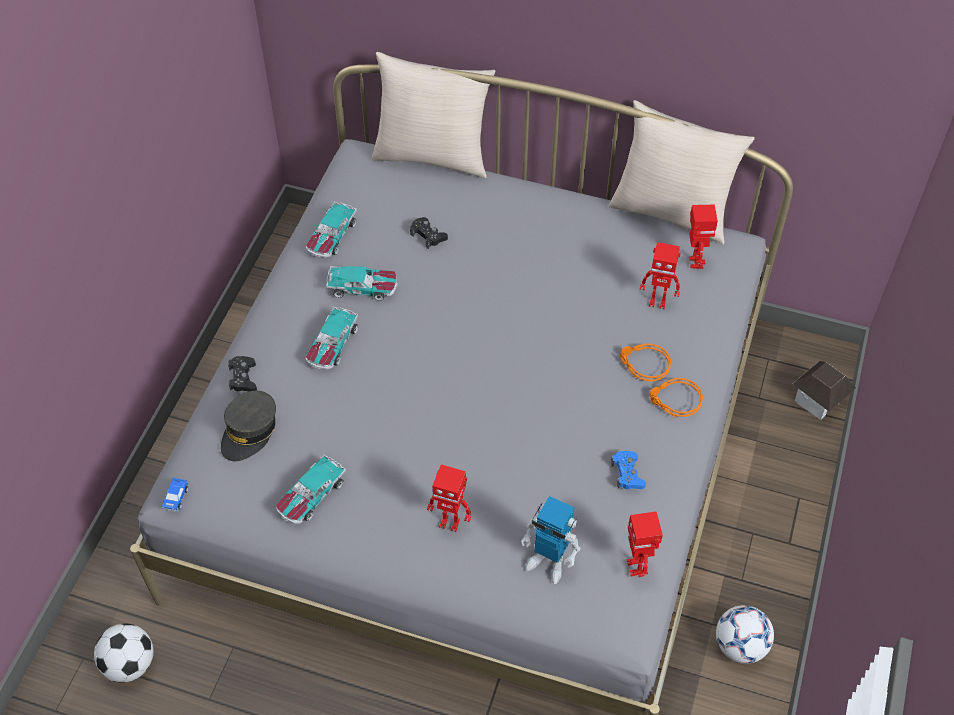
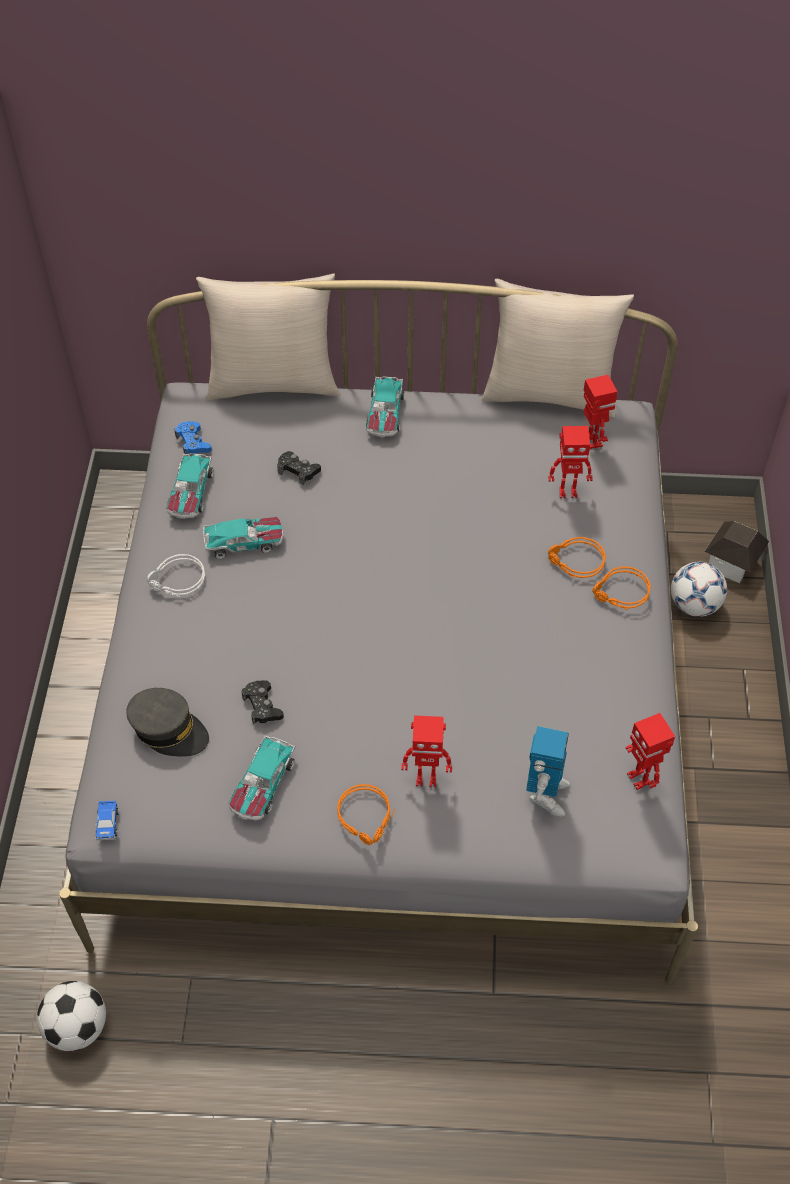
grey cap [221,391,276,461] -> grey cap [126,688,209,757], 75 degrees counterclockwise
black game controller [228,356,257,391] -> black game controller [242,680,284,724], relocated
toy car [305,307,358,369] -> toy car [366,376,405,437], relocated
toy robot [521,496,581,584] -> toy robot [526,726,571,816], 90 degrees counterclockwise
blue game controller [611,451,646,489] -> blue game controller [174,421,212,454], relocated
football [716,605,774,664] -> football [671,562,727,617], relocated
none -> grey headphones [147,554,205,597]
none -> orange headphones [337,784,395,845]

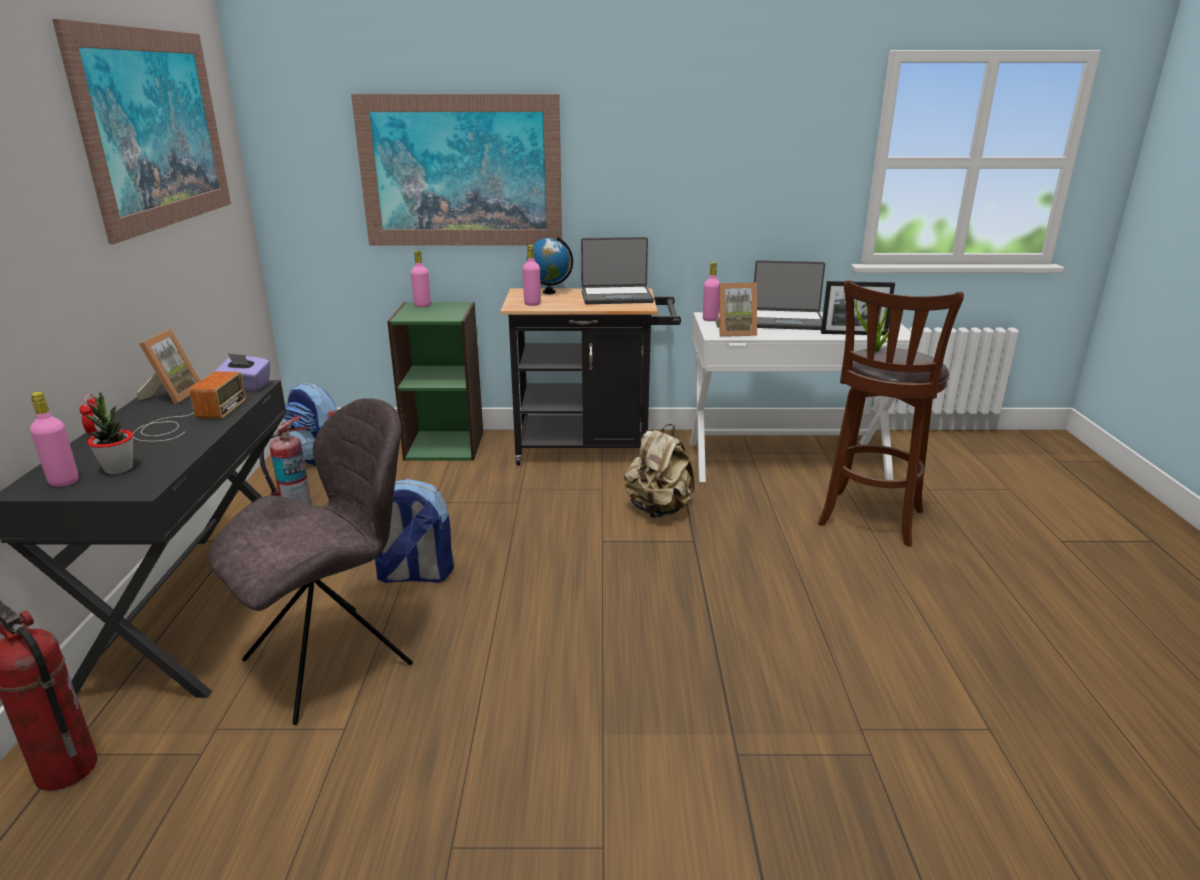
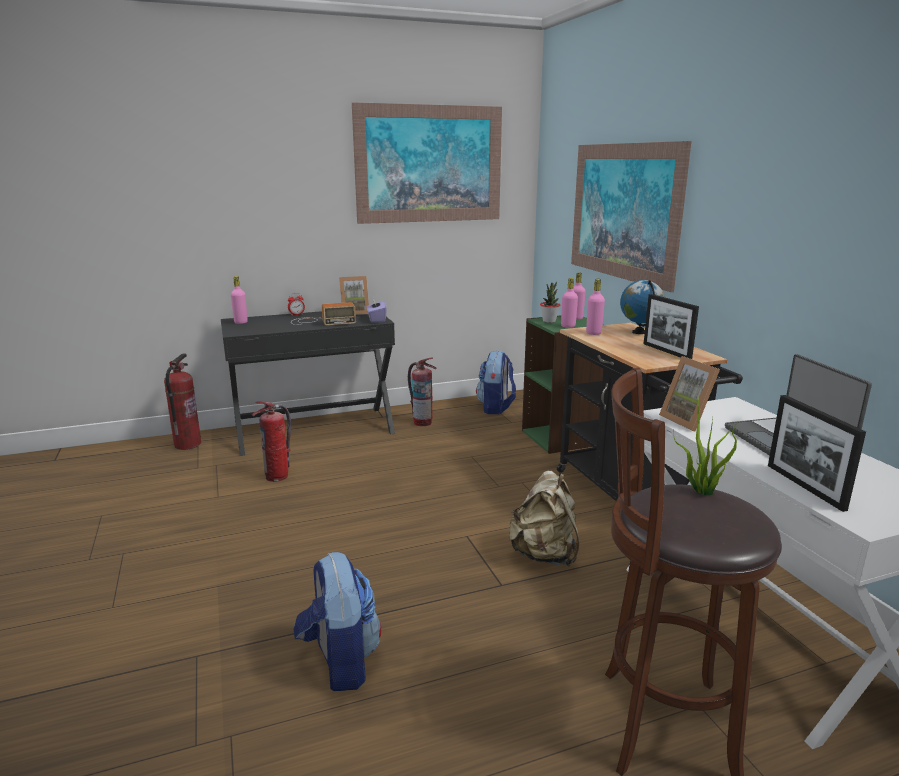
potted plant [86,392,133,474] -> potted plant [540,281,560,323], relocated
grey chair [208,398,413,725] -> fire extinguisher [252,401,291,482]
backpack [375,479,454,583] -> backpack [293,552,381,691], relocated
laptop [581,237,654,304] -> picture frame [644,294,699,359]
pink bottle [703,262,720,321] -> pink bottle [561,278,578,328], relocated

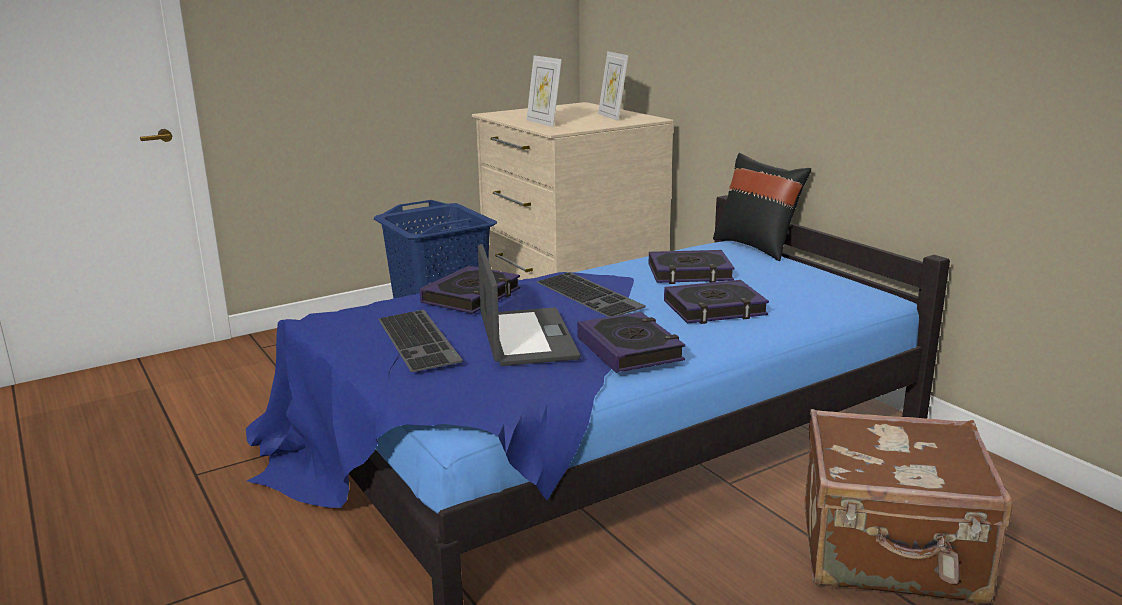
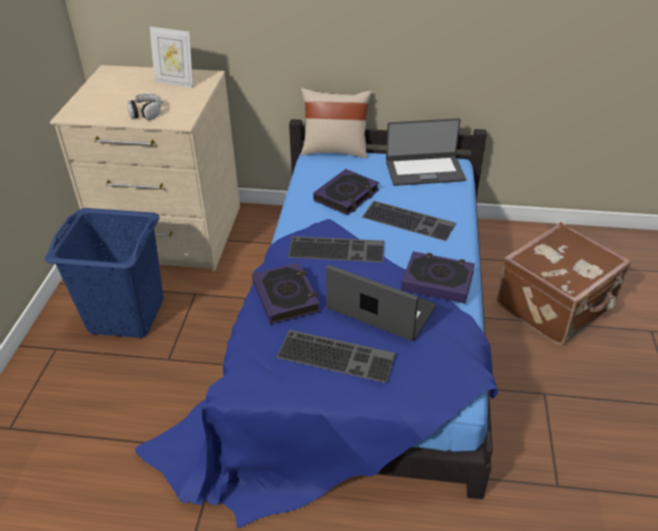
picture frame [526,55,562,127] -> headphones [127,93,163,120]
book [664,280,769,324] -> keyboard [362,201,456,241]
black pillow [713,153,811,261] -> beige pillow [301,88,372,159]
none -> laptop [386,118,466,186]

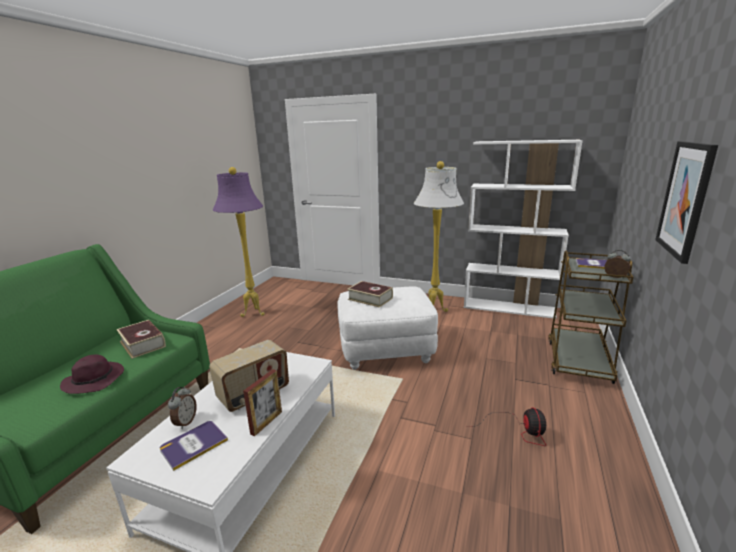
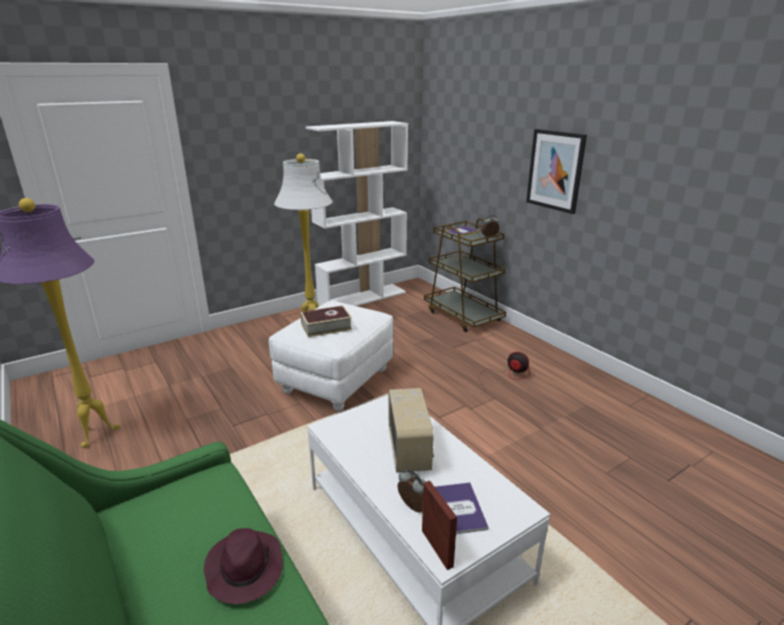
book [116,320,166,359] -> none
picture frame [243,369,282,436] -> picture frame [422,480,457,570], relocated

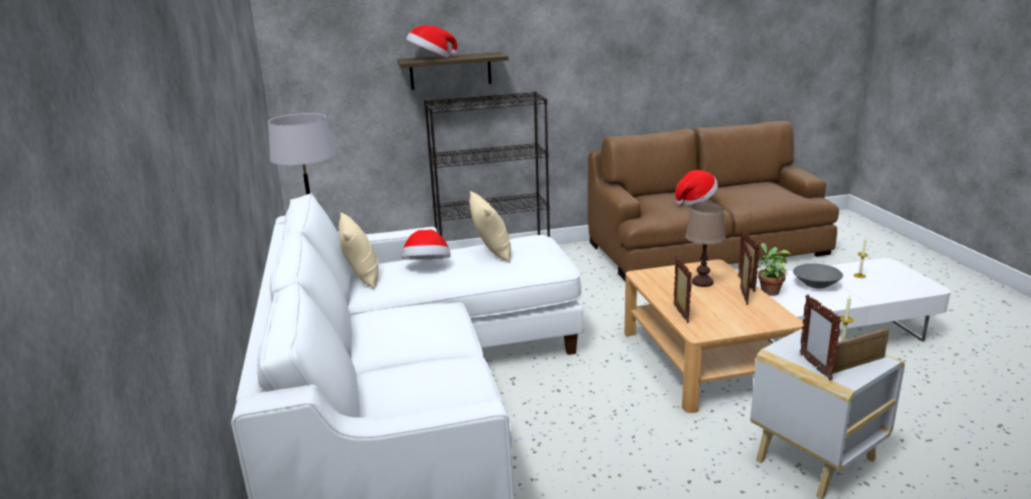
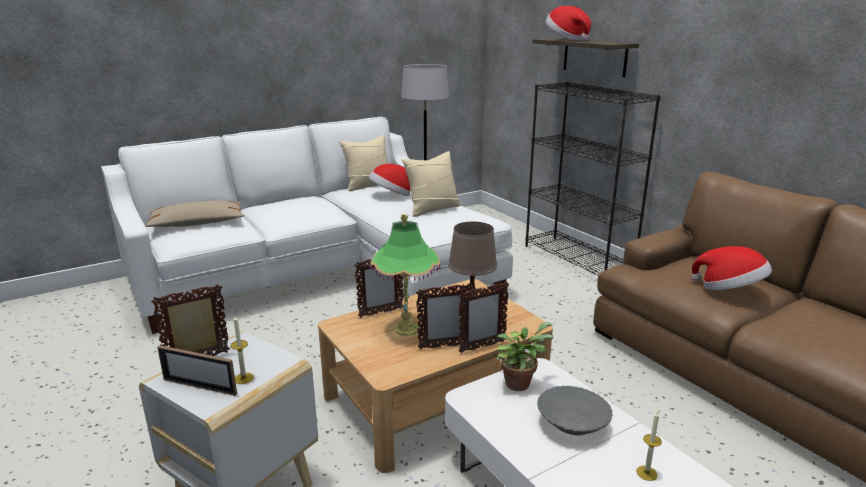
picture frame [831,328,889,374] -> picture frame [157,345,237,396], 150 degrees clockwise
none -> beige pillow [145,201,244,227]
none -> table lamp [370,214,440,336]

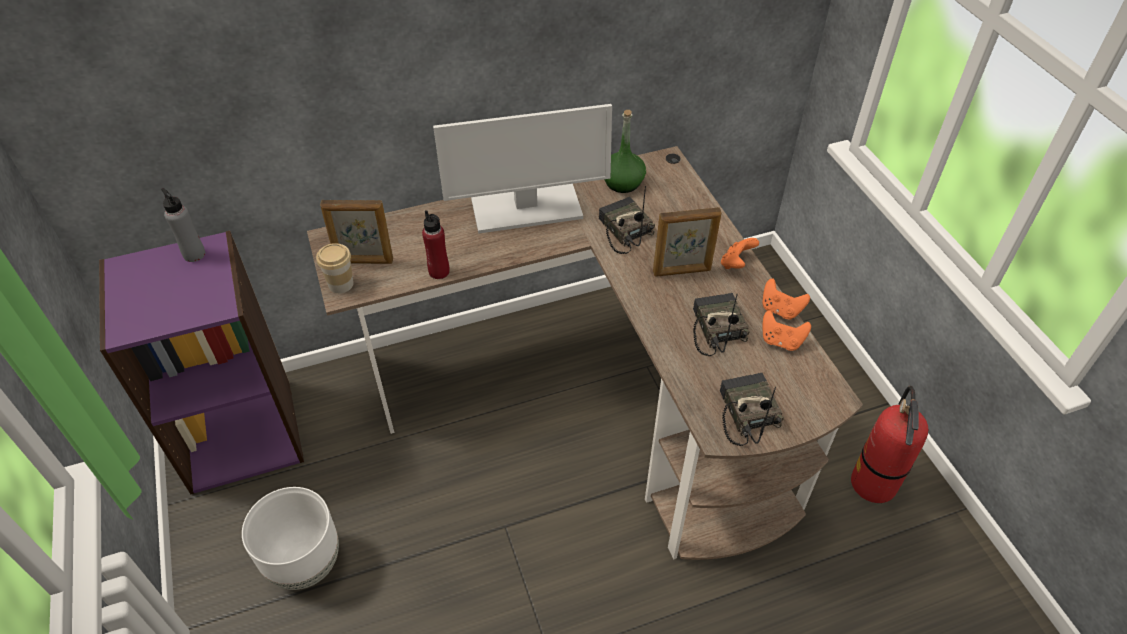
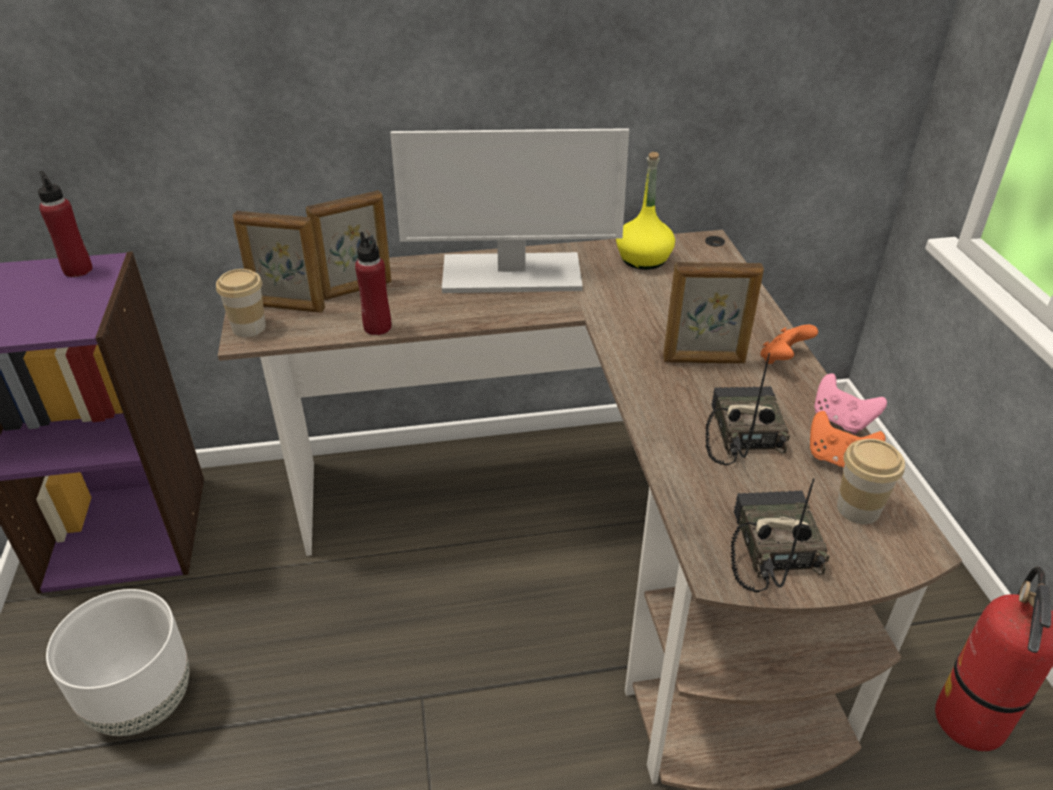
grey bottle [161,188,205,262] -> red bottle [38,171,93,277]
radio [599,186,655,254] -> none
green bottle [604,110,646,193] -> yellow bottle [616,152,675,270]
orange game controller [762,279,810,320] -> pink game controller [814,373,887,434]
none -> picture frame [306,191,392,300]
none -> cup [837,439,905,524]

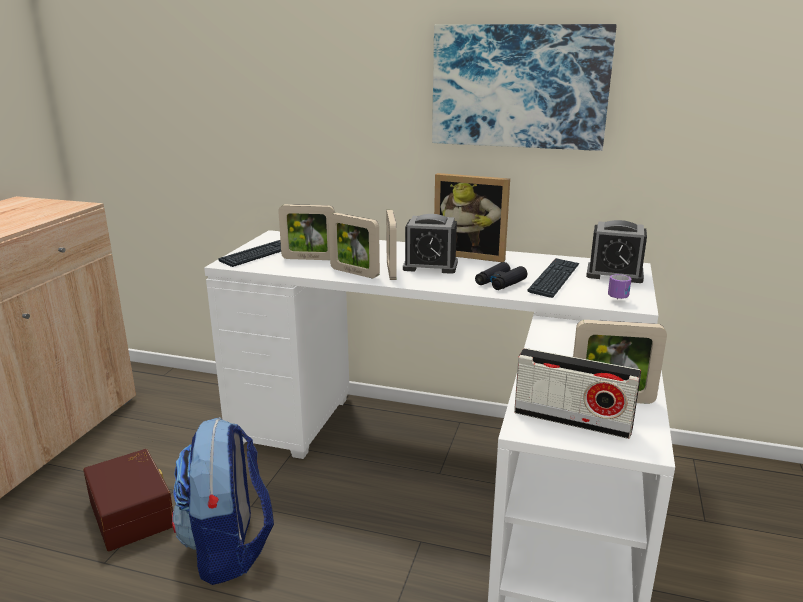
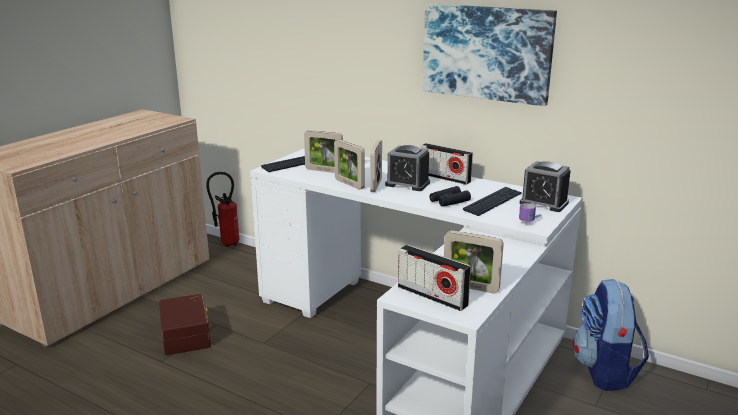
backpack [172,417,274,585] -> backpack [573,279,649,391], relocated
picture frame [434,173,510,262] -> radio [421,143,473,185]
none -> fire extinguisher [206,172,239,247]

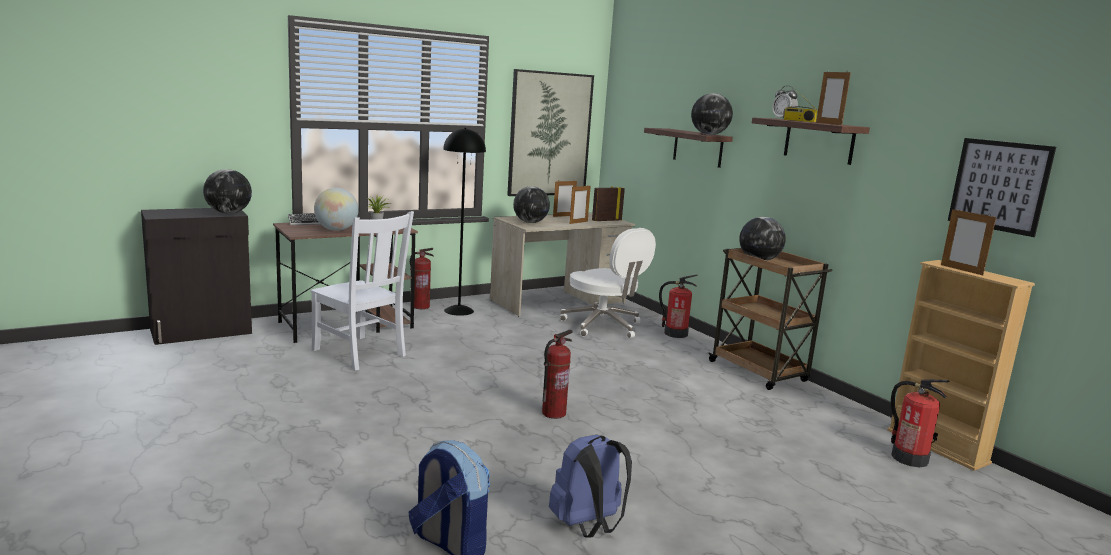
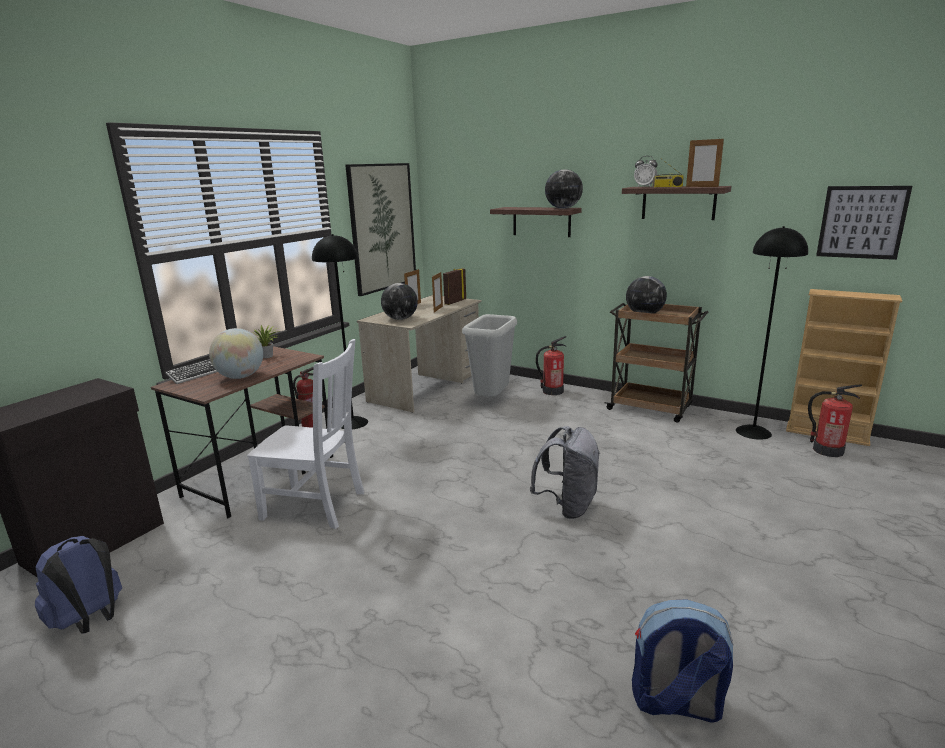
globe [203,169,252,214] -> none
fire extinguisher [542,330,573,419] -> grey backpack [530,426,600,519]
blue backpack [549,435,632,537] -> blue backpack [35,536,122,634], relocated
white office chair [560,228,656,338] -> grey trash can [462,314,517,397]
picture frame [941,208,996,275] -> none
none -> black floor lamp [736,226,808,440]

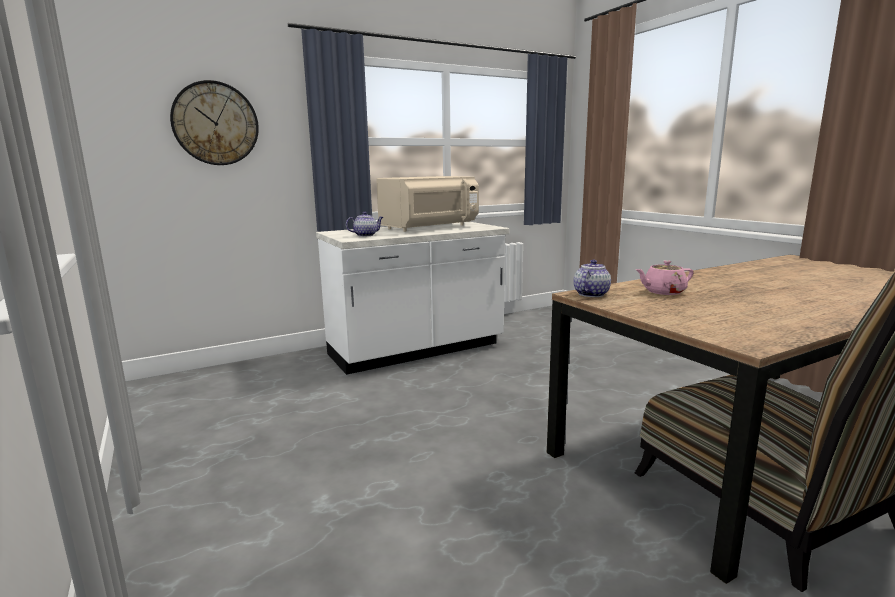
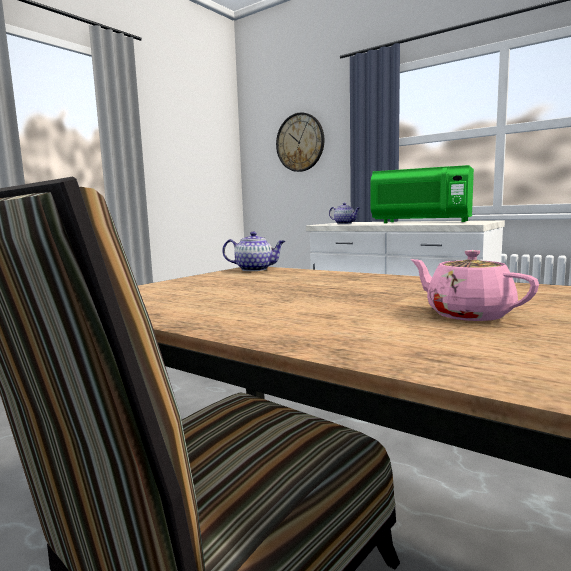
beige microwave [376,176,479,232] -> green microwave [371,165,474,223]
pink teapot [635,260,693,295] -> pink teapot [411,250,539,321], relocated

